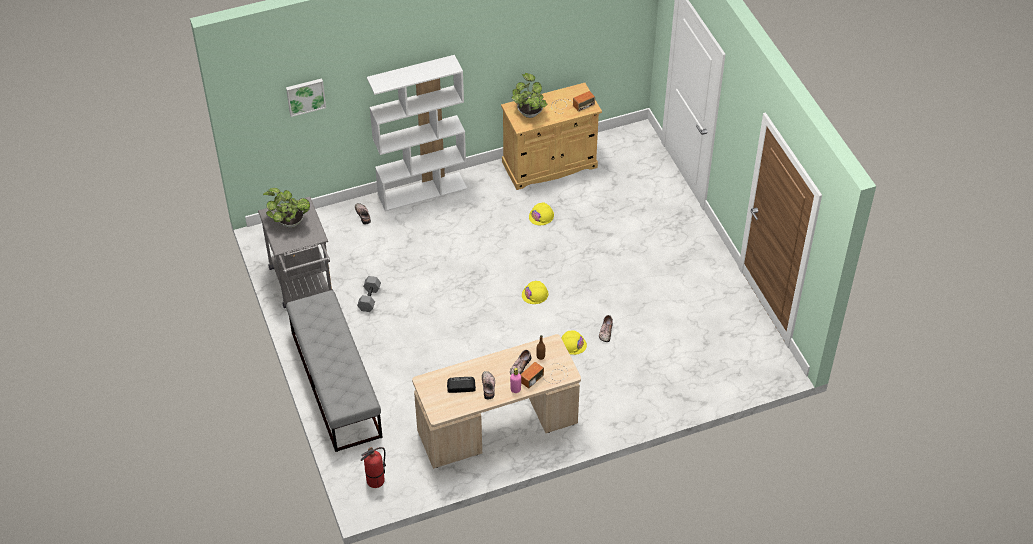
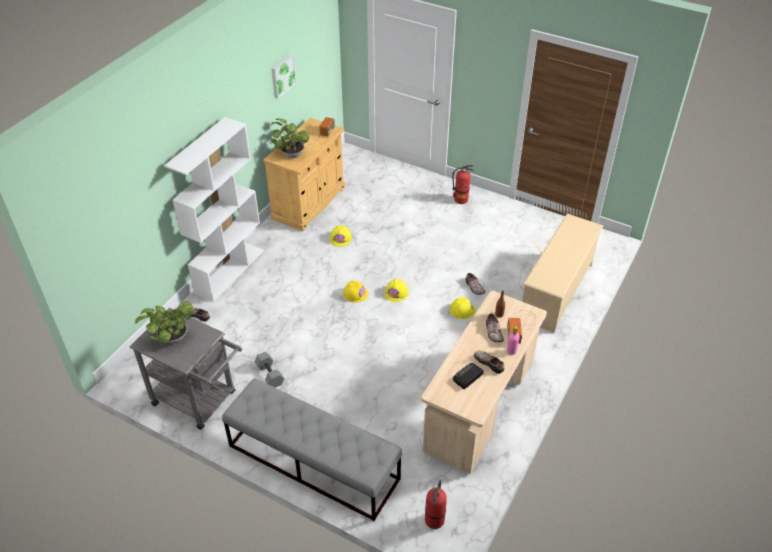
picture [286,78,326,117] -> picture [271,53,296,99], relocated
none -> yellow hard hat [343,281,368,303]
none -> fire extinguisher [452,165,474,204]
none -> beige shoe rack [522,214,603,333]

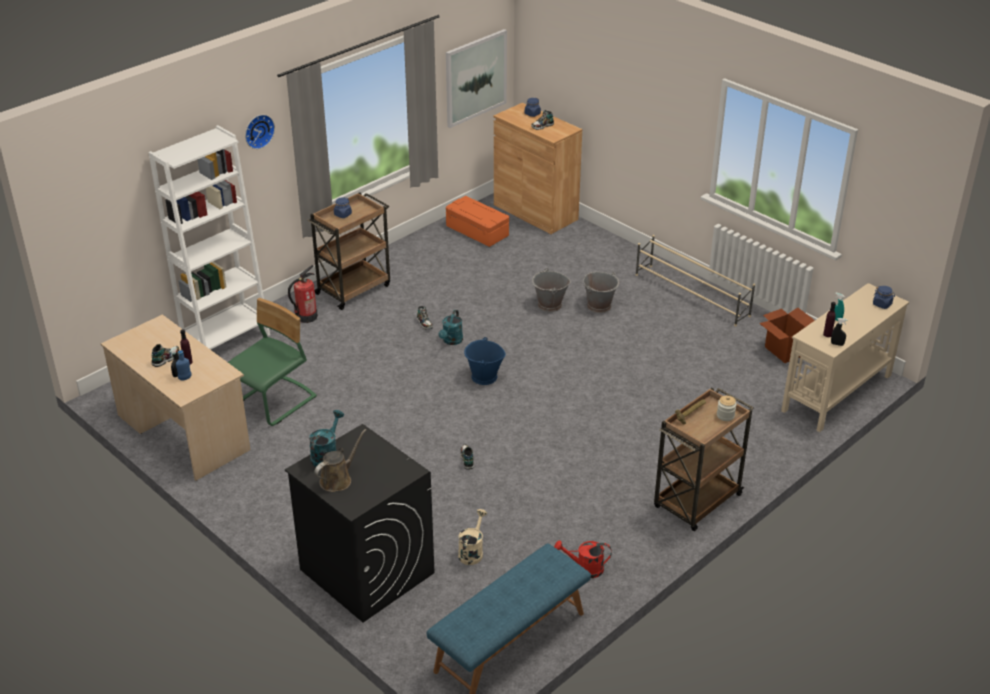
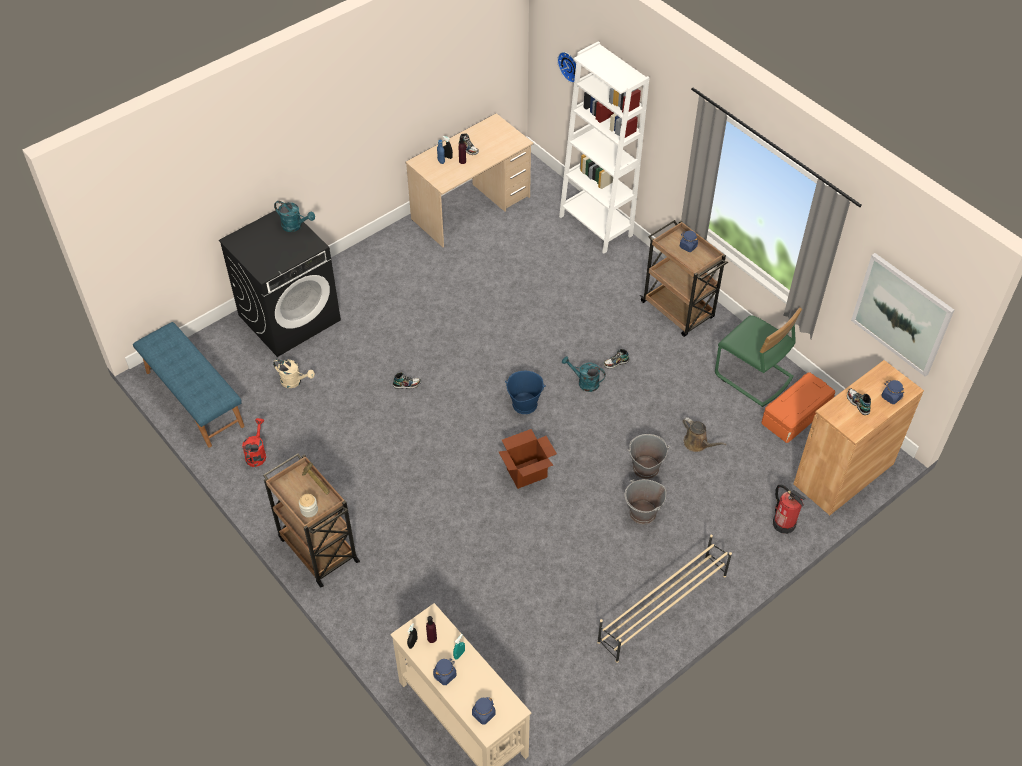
green chair [228,298,317,426] -> green chair [715,307,802,407], relocated
wall clock [245,115,275,149] -> wall clock [557,52,576,83], relocated
fire extinguisher [288,265,318,323] -> fire extinguisher [773,485,805,534], relocated
brown watering can [314,429,366,492] -> brown watering can [683,417,726,452], relocated
cardboard box [759,308,815,363] -> cardboard box [499,429,557,489], relocated
none -> blue jar [433,659,457,685]

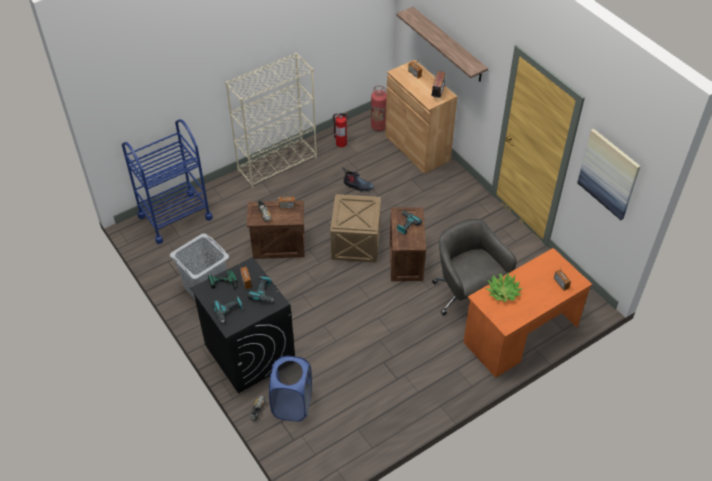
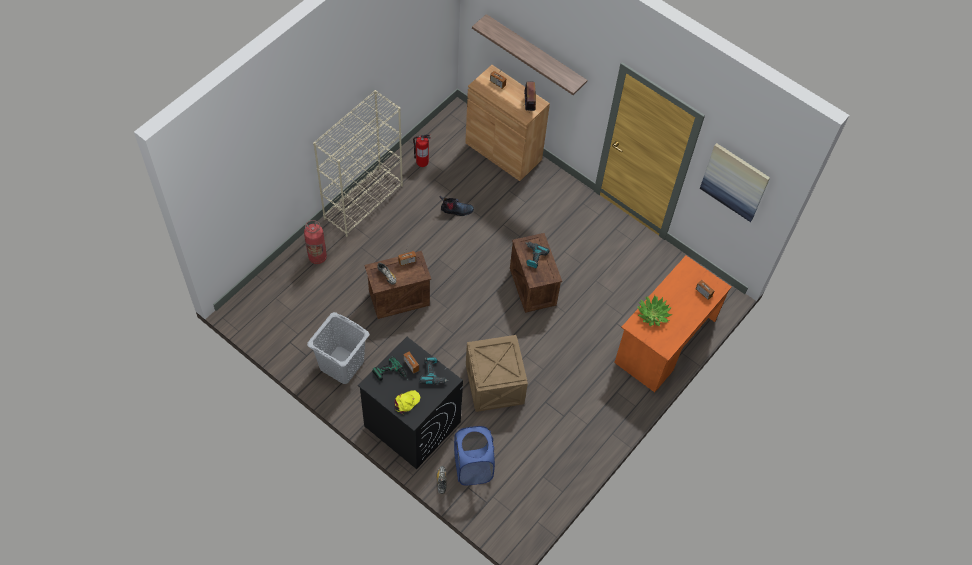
blue cart [122,119,213,244] -> none
power drill [212,297,243,324] -> yellow cap [395,390,420,414]
crate [330,194,381,263] -> crate [466,335,528,412], relocated
fire extinguisher [371,85,386,131] -> fire extinguisher [304,220,327,264], relocated
grey office chair [432,219,517,315] -> none

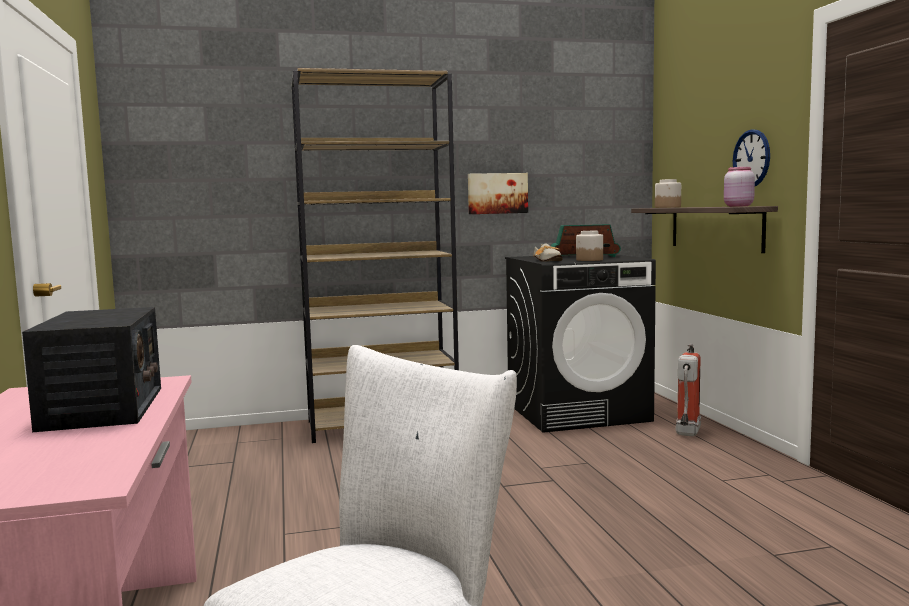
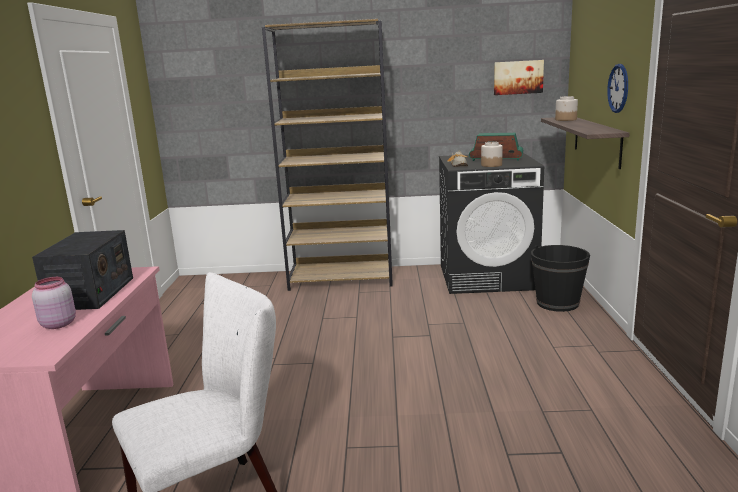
picture [468,173,528,214] -> picture [494,60,544,95], relocated
fire extinguisher [676,343,701,436] -> black bucket [531,245,590,312]
pink jar [724,167,755,207] -> pink jar [32,277,76,329], relocated

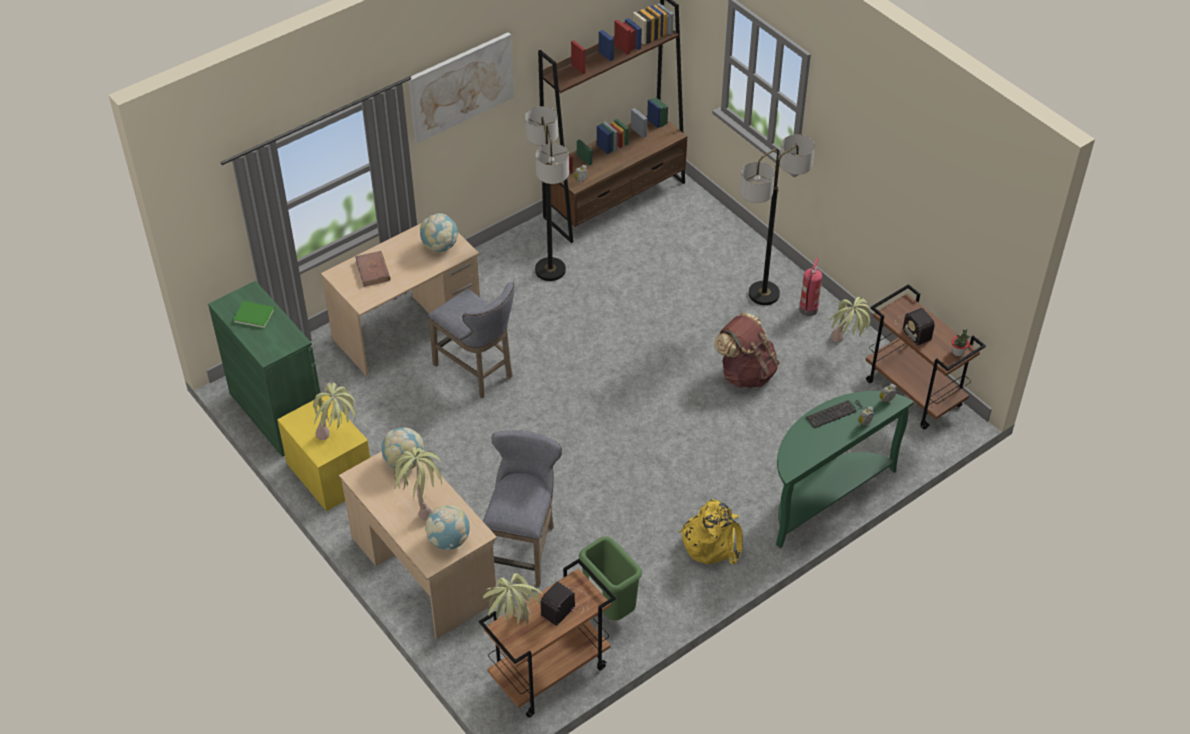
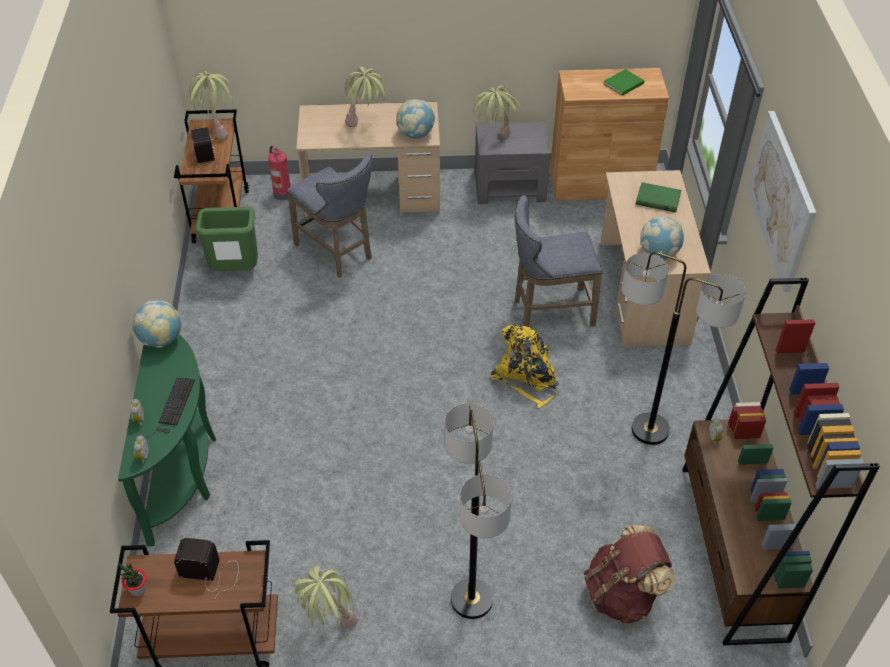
green cabinet [208,281,321,457] -> brown cabinet [550,68,669,201]
yellow nightstand [277,395,370,511] -> grey nightstand [475,121,551,204]
brown book [355,251,391,287] -> green book [636,182,682,212]
globe [425,505,470,550] -> globe [132,301,181,348], relocated
yellow backpack [678,499,743,565] -> yellow backpack [490,325,559,408], relocated
brown backpack [714,313,780,388] -> brown backpack [584,525,675,624], relocated
fire extinguisher [799,258,822,316] -> fire extinguisher [268,146,291,200], relocated

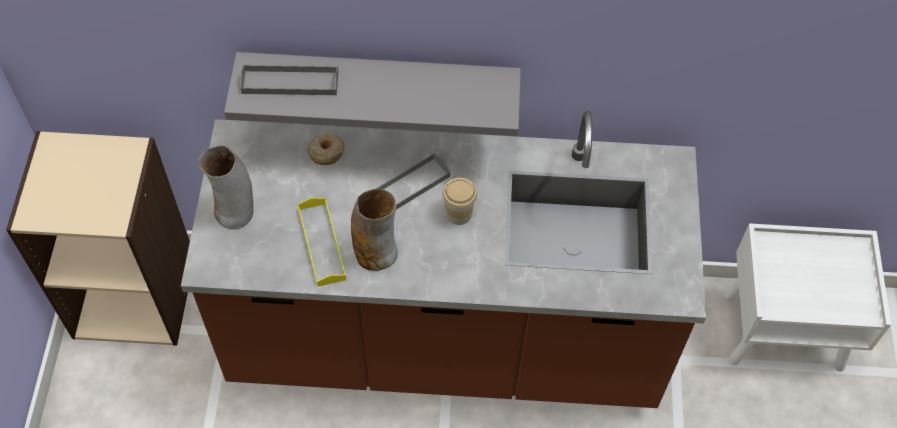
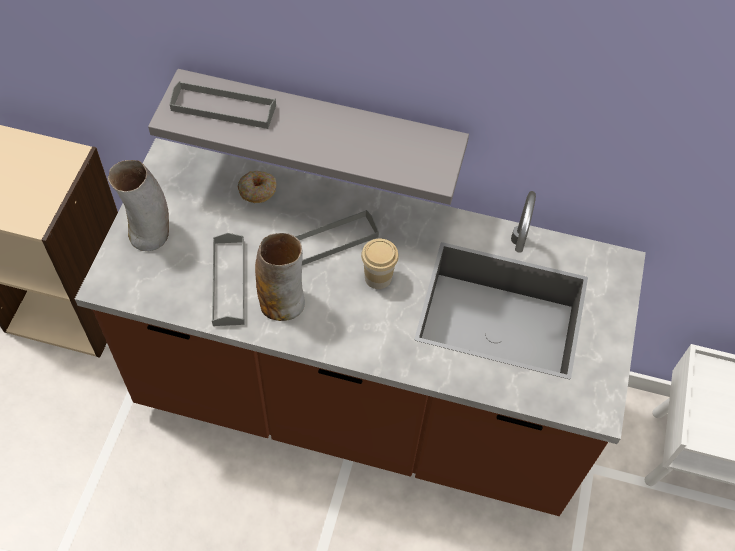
yellow tray [298,198,346,287] -> grey tray [212,233,244,326]

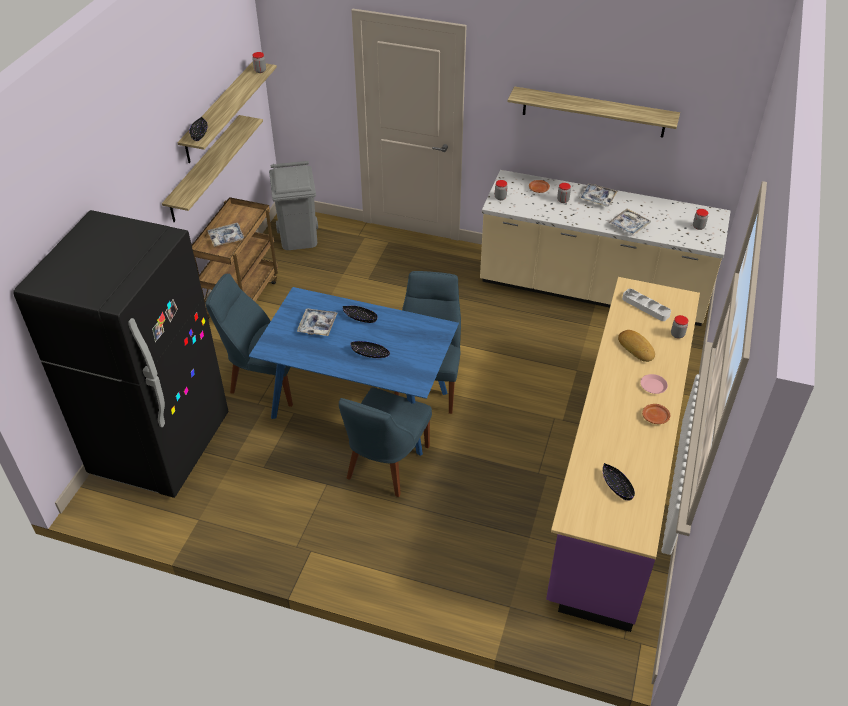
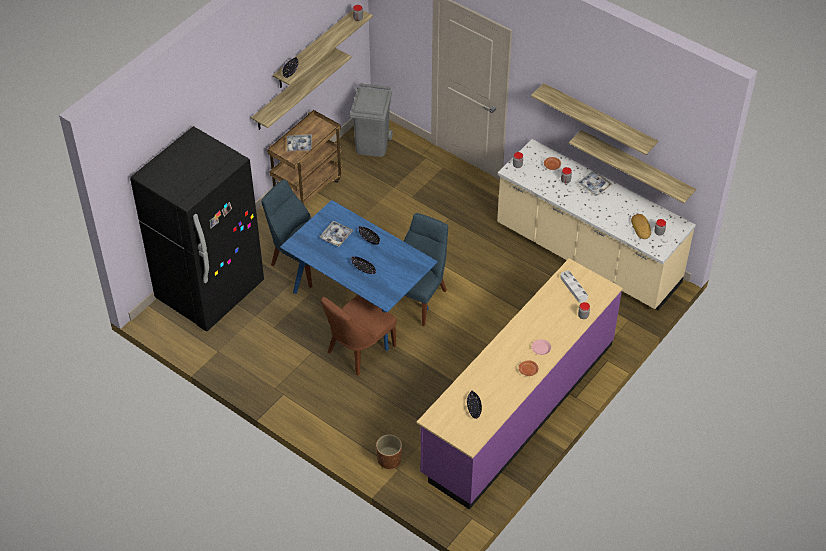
blue chair [339,387,432,497] -> brown chair [321,295,397,376]
tray [608,209,651,236] -> none
bread [618,330,655,362] -> bread [631,214,651,239], relocated
none -> brown planter [376,434,402,469]
none -> shelf [569,130,696,203]

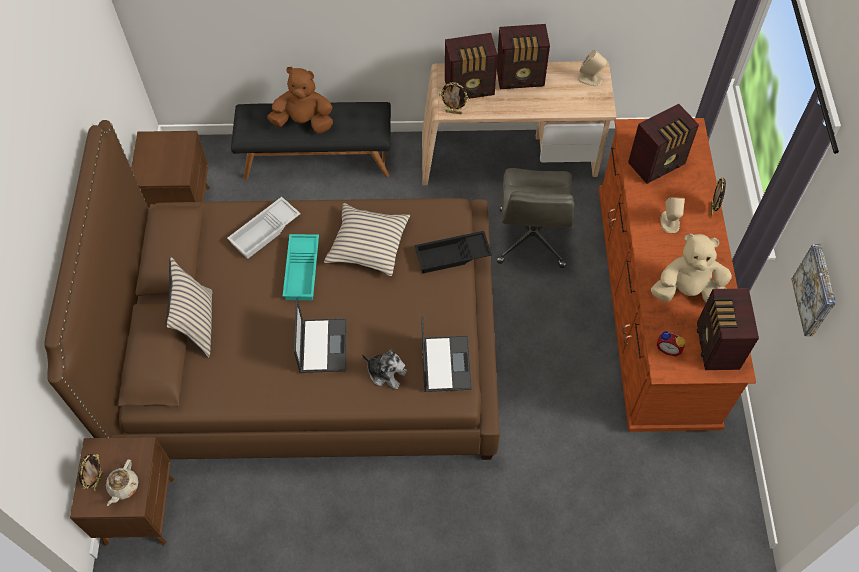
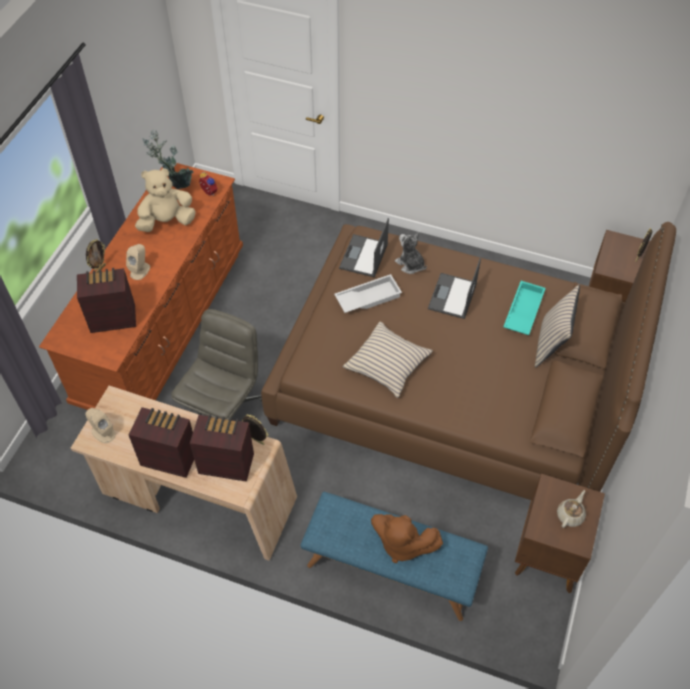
beige teapot [106,459,138,506] -> beige teapot [557,490,586,528], relocated
white tray [227,197,301,259] -> white tray [334,274,402,313], relocated
black bench [231,102,391,180] -> blue bench [300,492,488,621]
turquoise tray [283,234,319,300] -> turquoise tray [503,281,546,335], relocated
black tray [415,231,492,273] -> none
beige plush toy [651,234,732,302] -> beige plush toy [135,168,196,232], 135 degrees clockwise
radio [697,288,759,370] -> potted plant [142,130,194,189]
picture [791,244,836,336] -> none

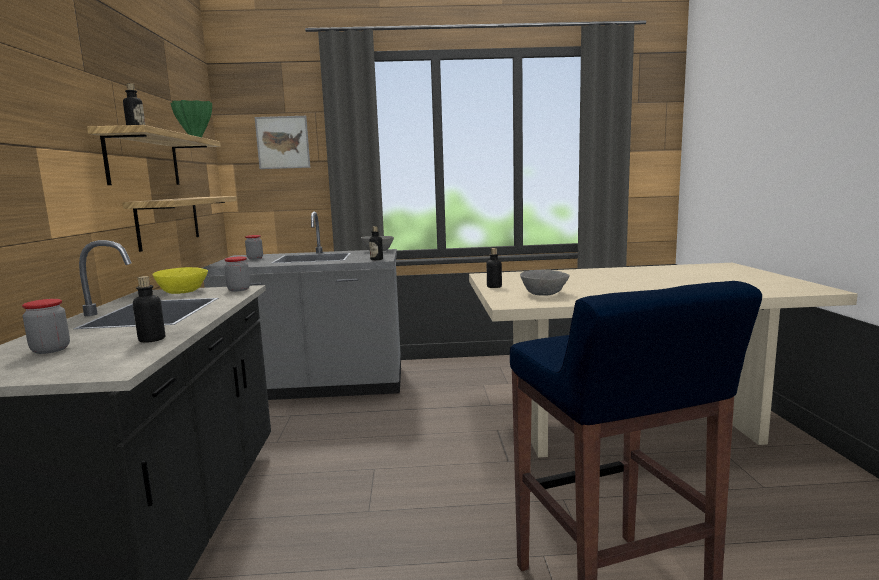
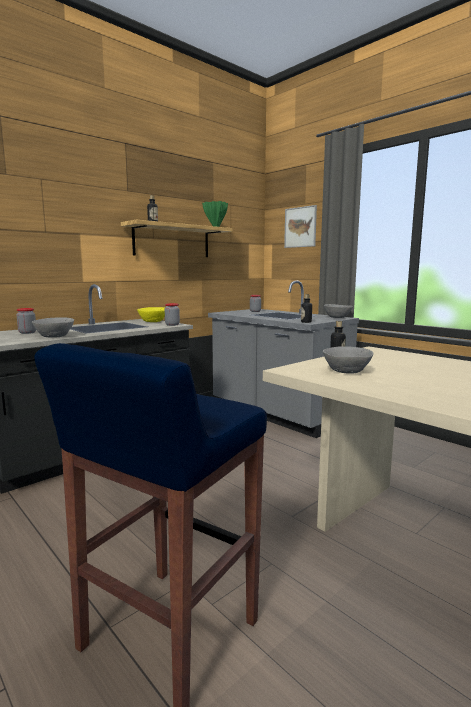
shelf [122,196,237,252] -> none
bottle [133,276,165,343] -> grey bowl [32,318,74,338]

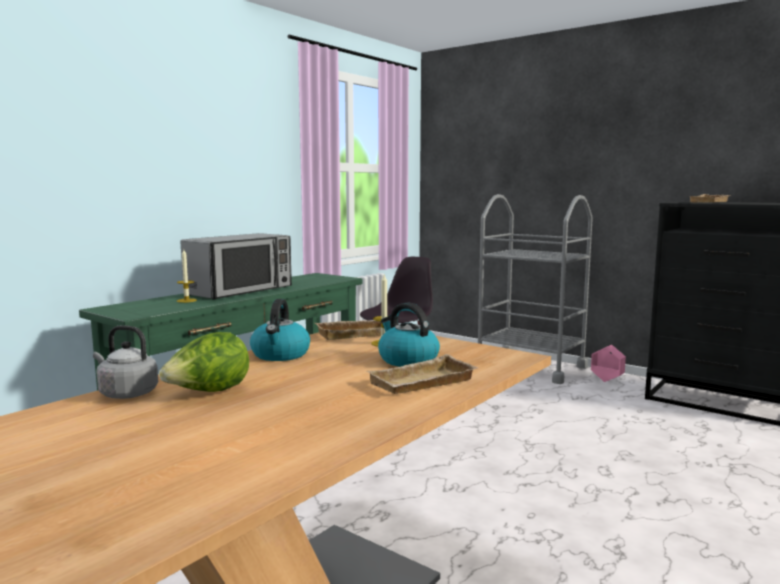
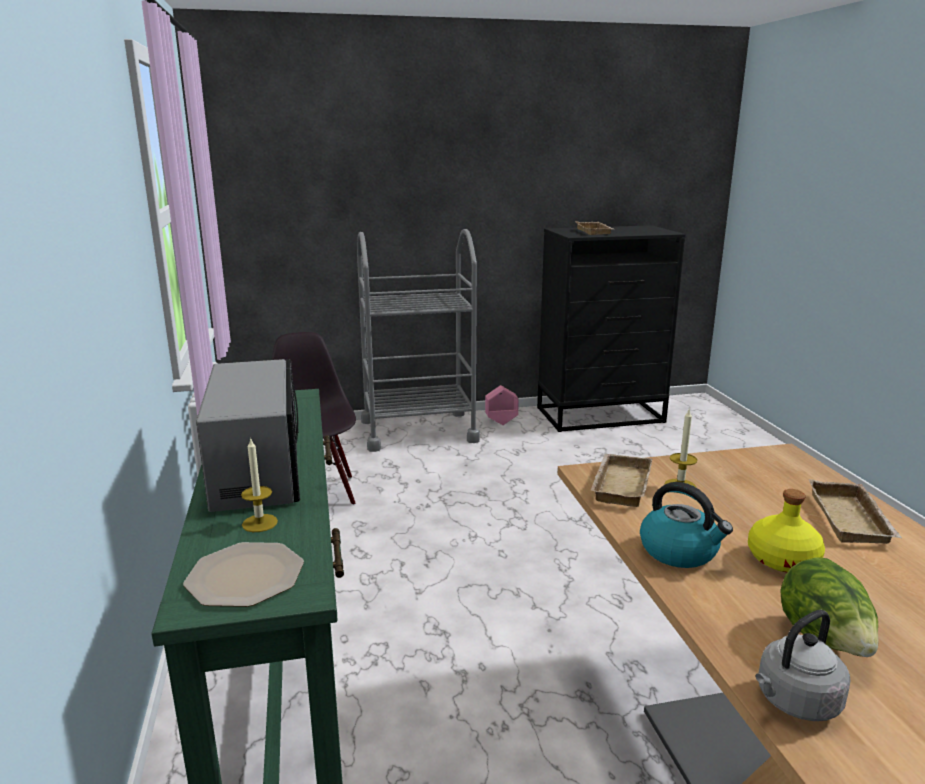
kettle [378,302,440,367] -> none
none -> plate [183,542,304,607]
none -> yellow bottle [748,489,825,572]

